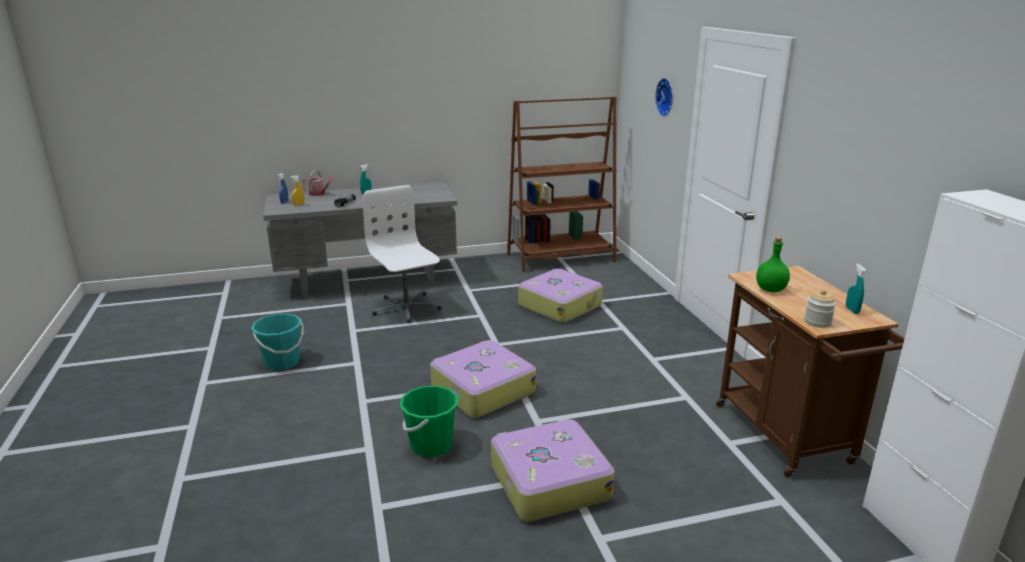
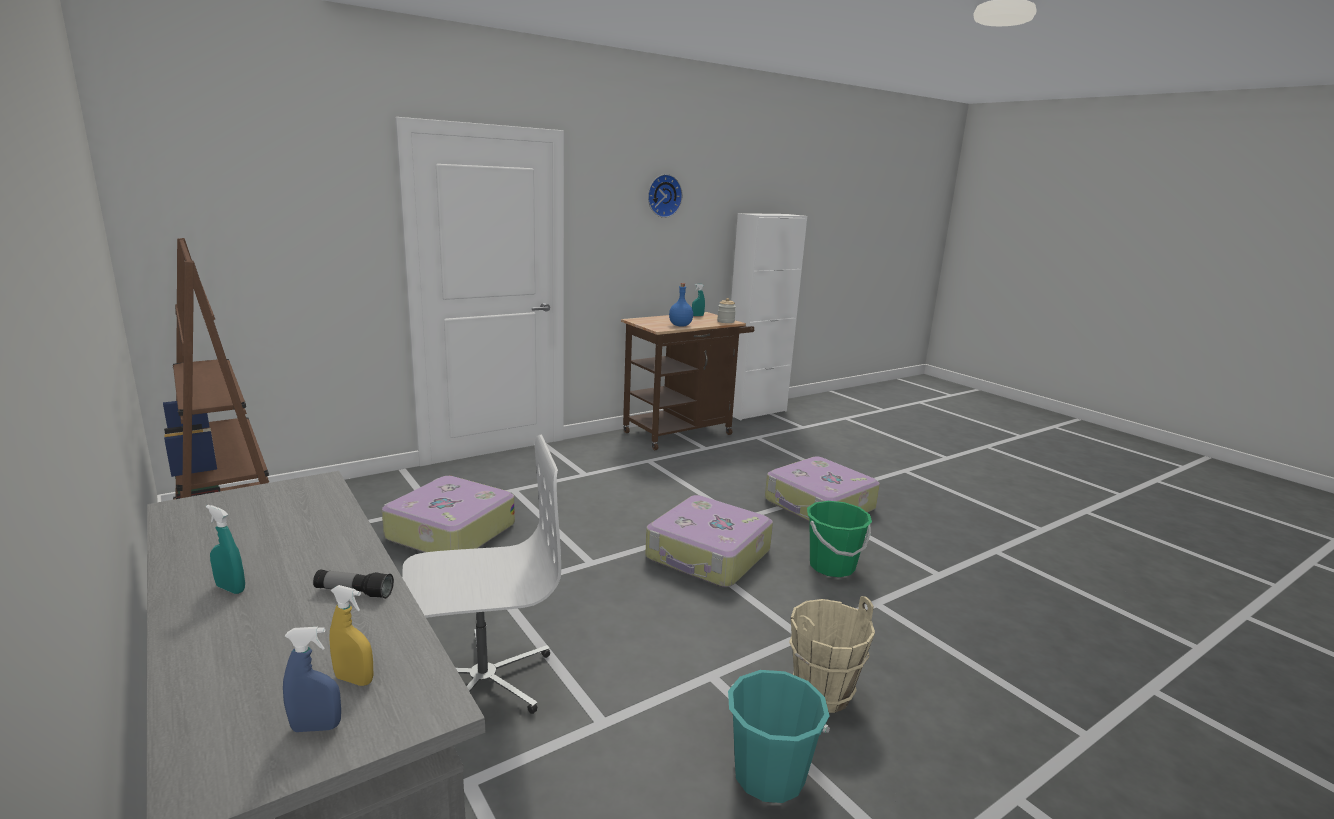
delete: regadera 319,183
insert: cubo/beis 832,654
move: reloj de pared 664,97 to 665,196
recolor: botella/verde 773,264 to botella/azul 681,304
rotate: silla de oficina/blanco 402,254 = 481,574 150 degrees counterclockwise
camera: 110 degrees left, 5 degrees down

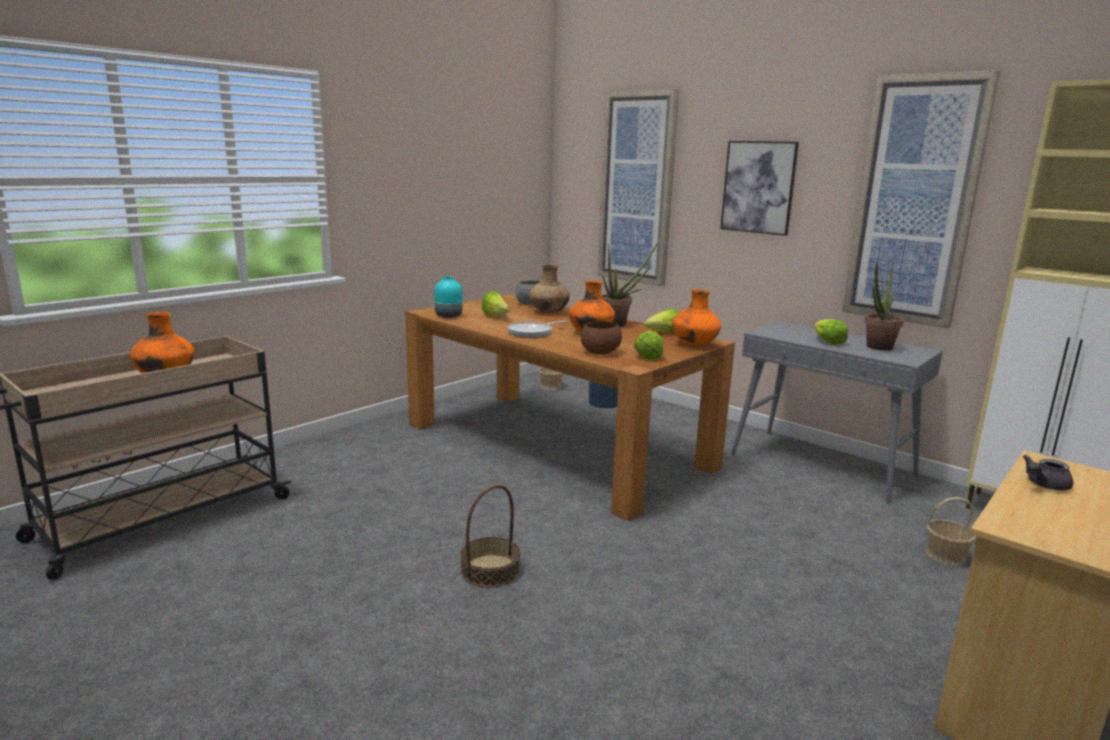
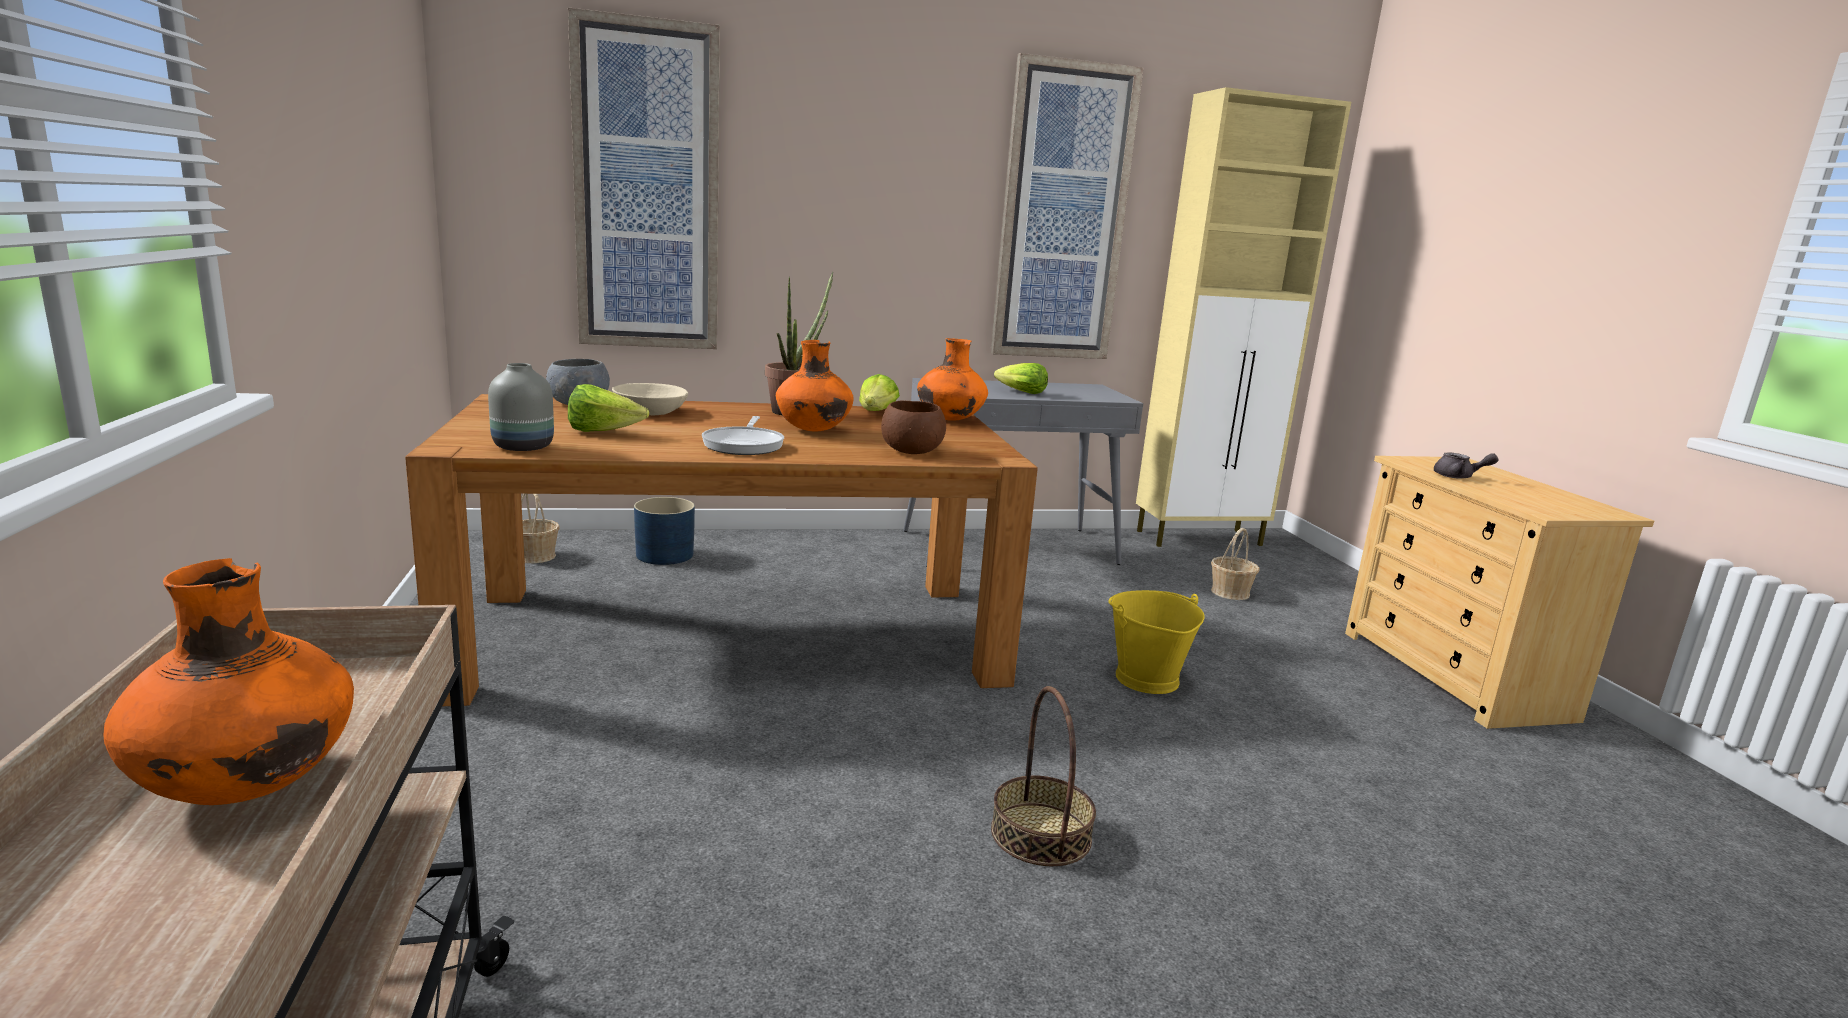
delete: lechuga 648,345; cuadro 759,188; planta en maceta 884,303
insert: cubo/amarillo 1156,642
replace: florero/marrón 549,289 to cuenco/beis 650,399
recolor: florero/turquesa 448,297 to florero/gris 521,407
rotate: tetera/gris 1048,472 = 1466,465 75 degrees counterclockwise
camera: 55 degrees left, 0 degrees up

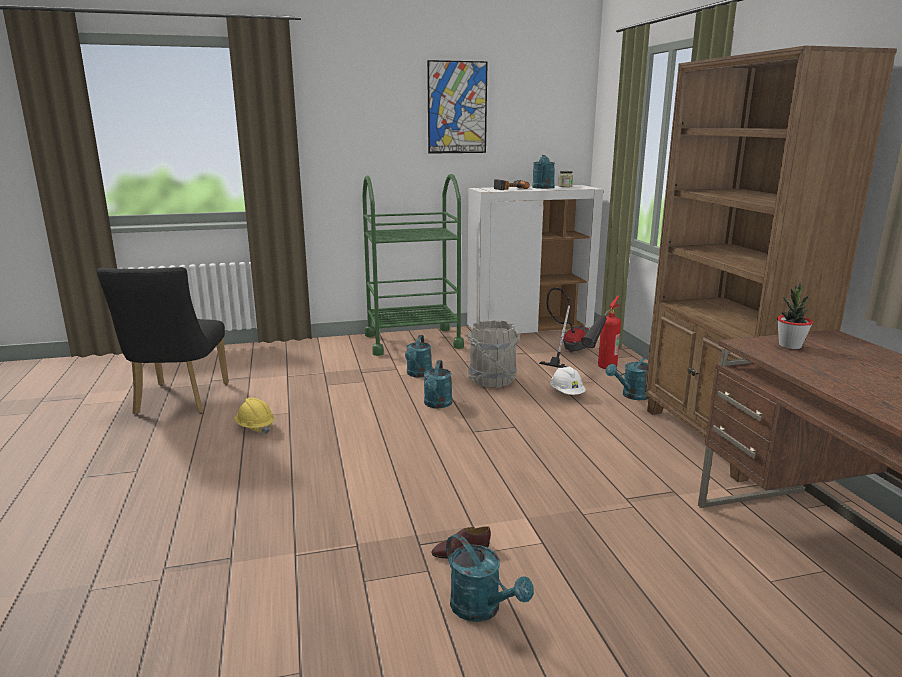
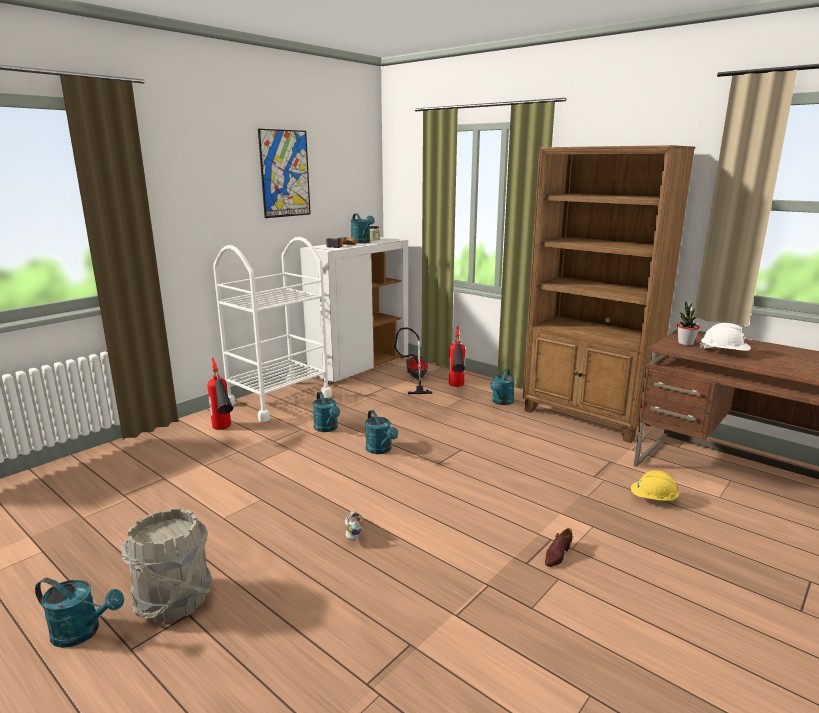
delete: silla/negro 163,341
insert: extintor 220,394; zapato 354,526
move: regadera/turquesa 490,578 to 79,613; cubo/gris 493,354 to 167,565; casco/amarillo 254,416 to 655,485; casco/blanco 568,381 to 725,337
recolor: carrito/verde 413,265 to carrito/blanco 272,329
camera: 35 degrees left, 0 degrees up

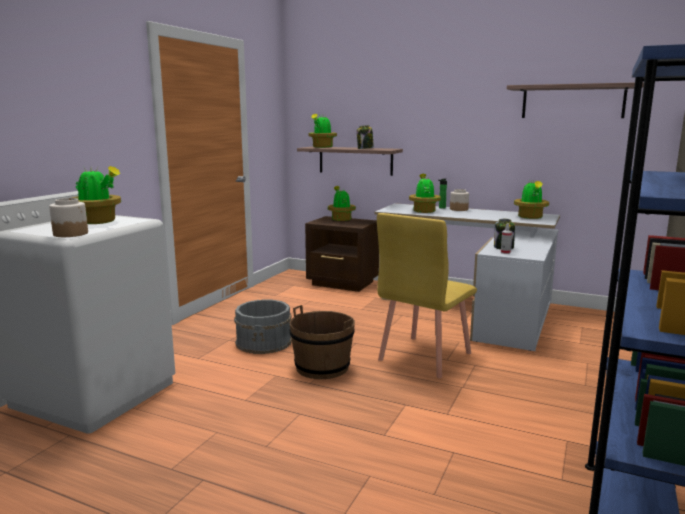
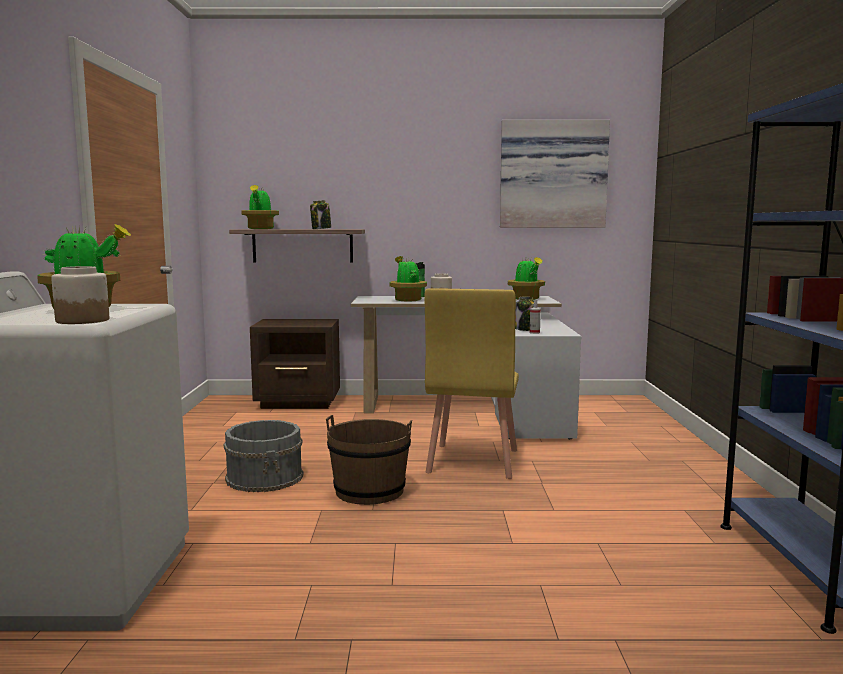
delete: planta en maceta 342,203
replace: estante 575,100 to cuadro 555,174
camera: 25 degrees left, 5 degrees down

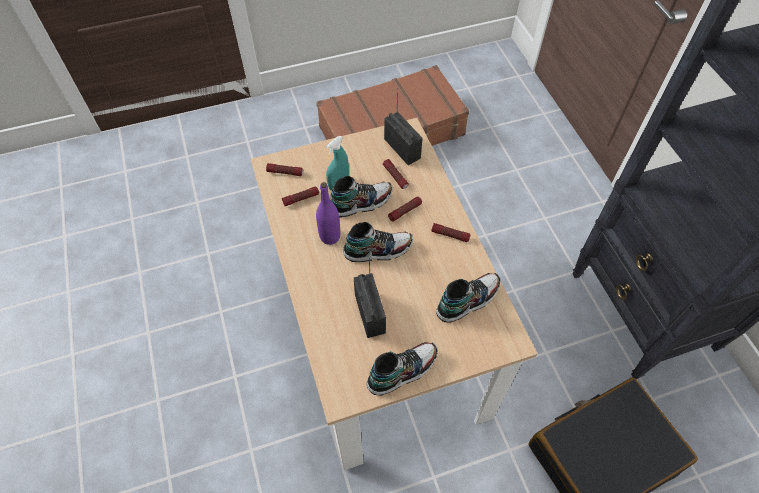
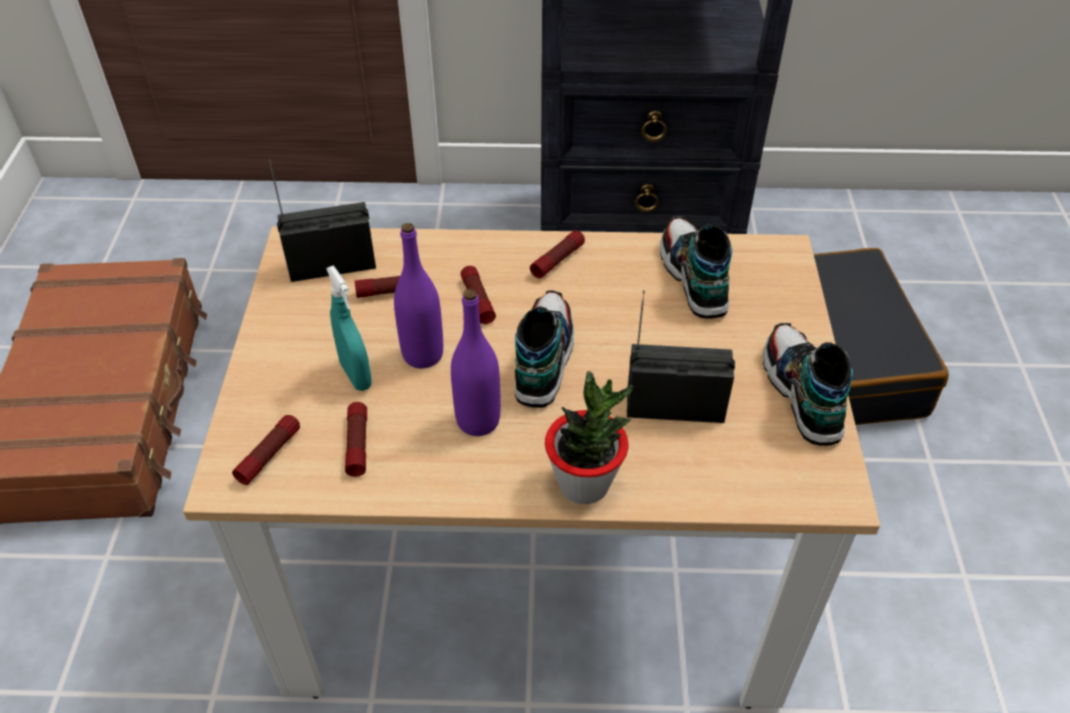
insert: planta en maceta 589,437
replace: zapato 361,196 to botella/morado 418,295
camera: 70 degrees left, 10 degrees down

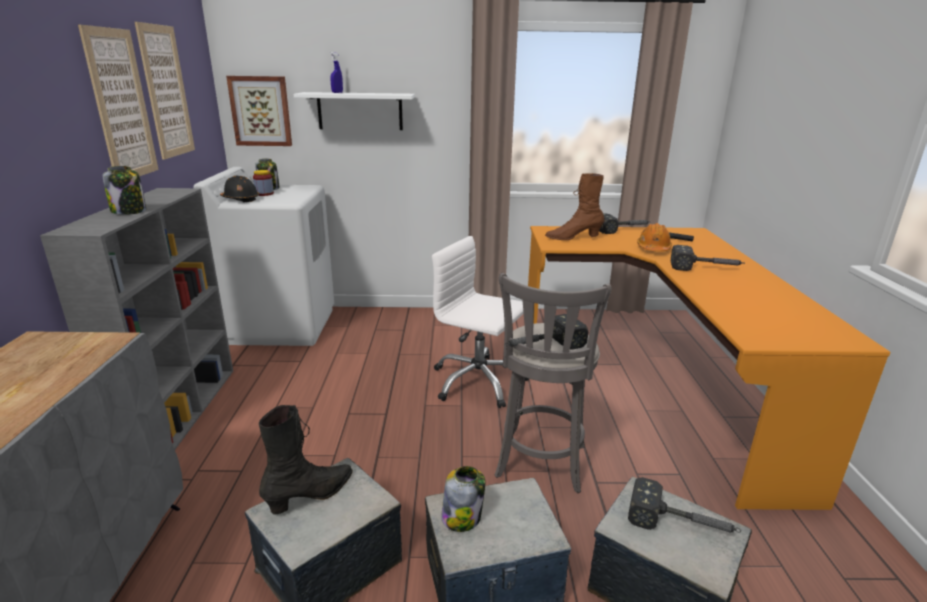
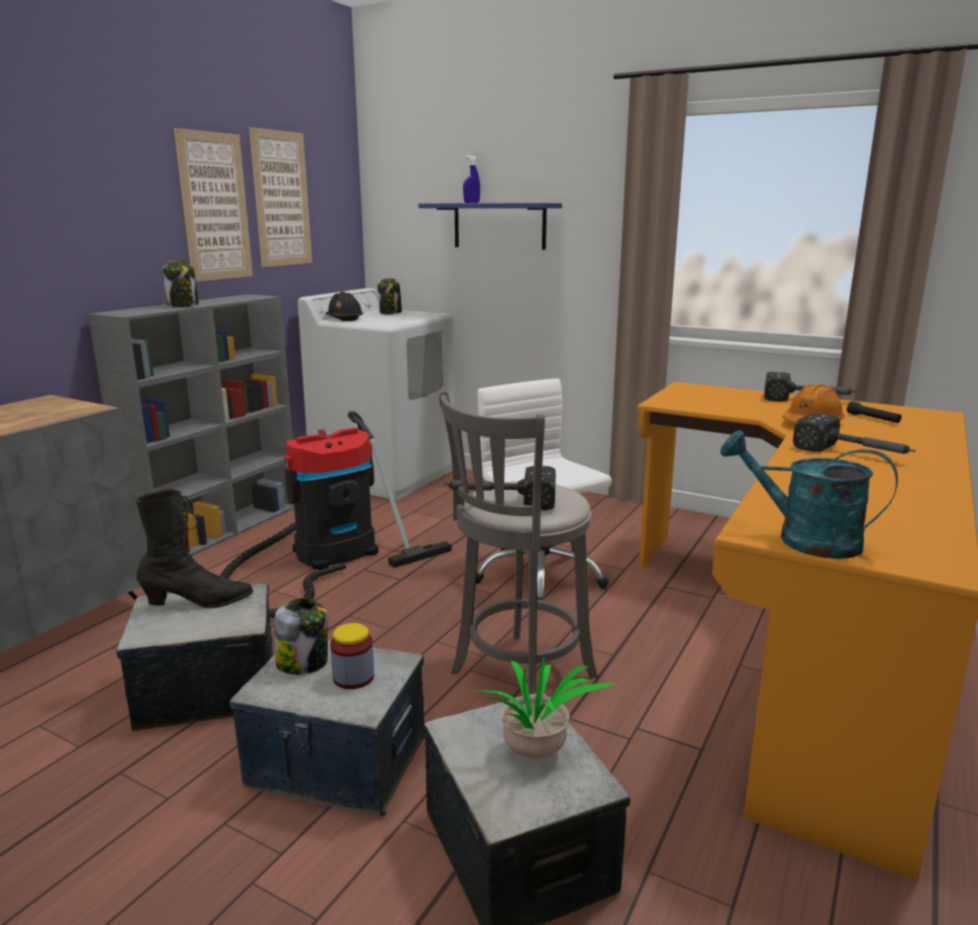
delete: cuadro 259,111; bota/marrón 574,206
insert: aspiradora 336,514; regadera/turquesa 809,494
move: tarro 263,183 to 352,656
replace: martillo 684,505 to planta en maceta 544,707
recolor: estante/blanco 354,111 to estante/azul 490,226
camera: 30 degrees right, 5 degrees down

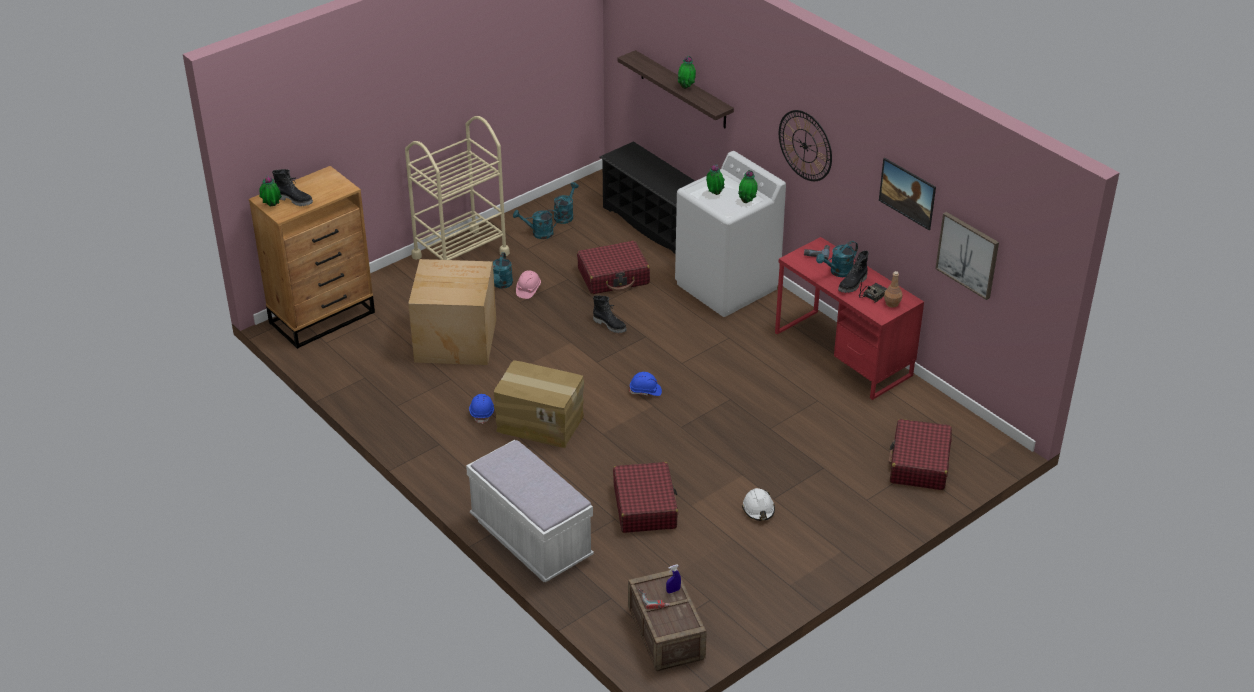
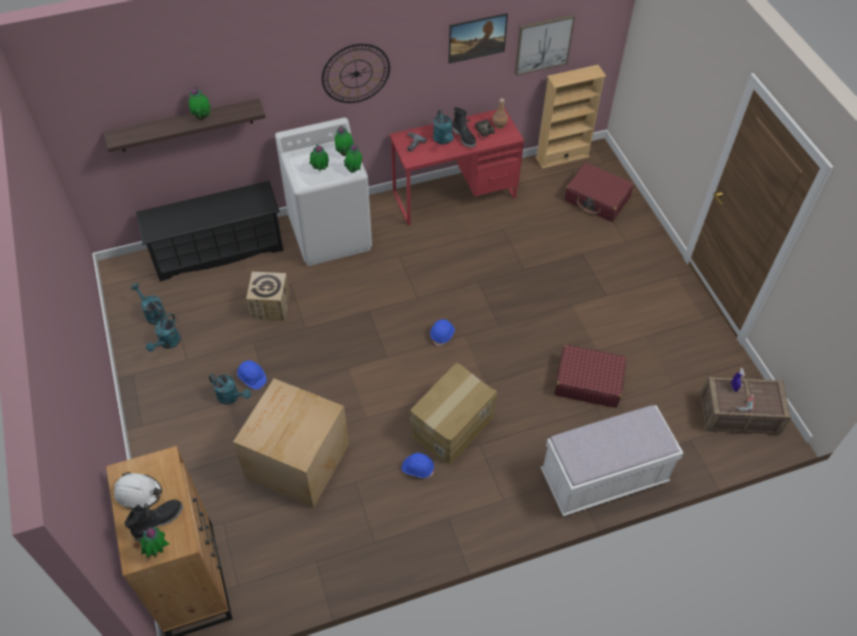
delete: carrito/beis 457,188; bota/negro 610,314
insert: planta en maceta 353,158; estantería/beis 571,117
move: casco/blanco 758,504 to 138,491
replace: maleta/rojo 613,267 to caja de cartón 267,296
recolor: casco/rosa 528,284 to casco/azul 252,375
camera: 70 degrees left, 15 degrees up

